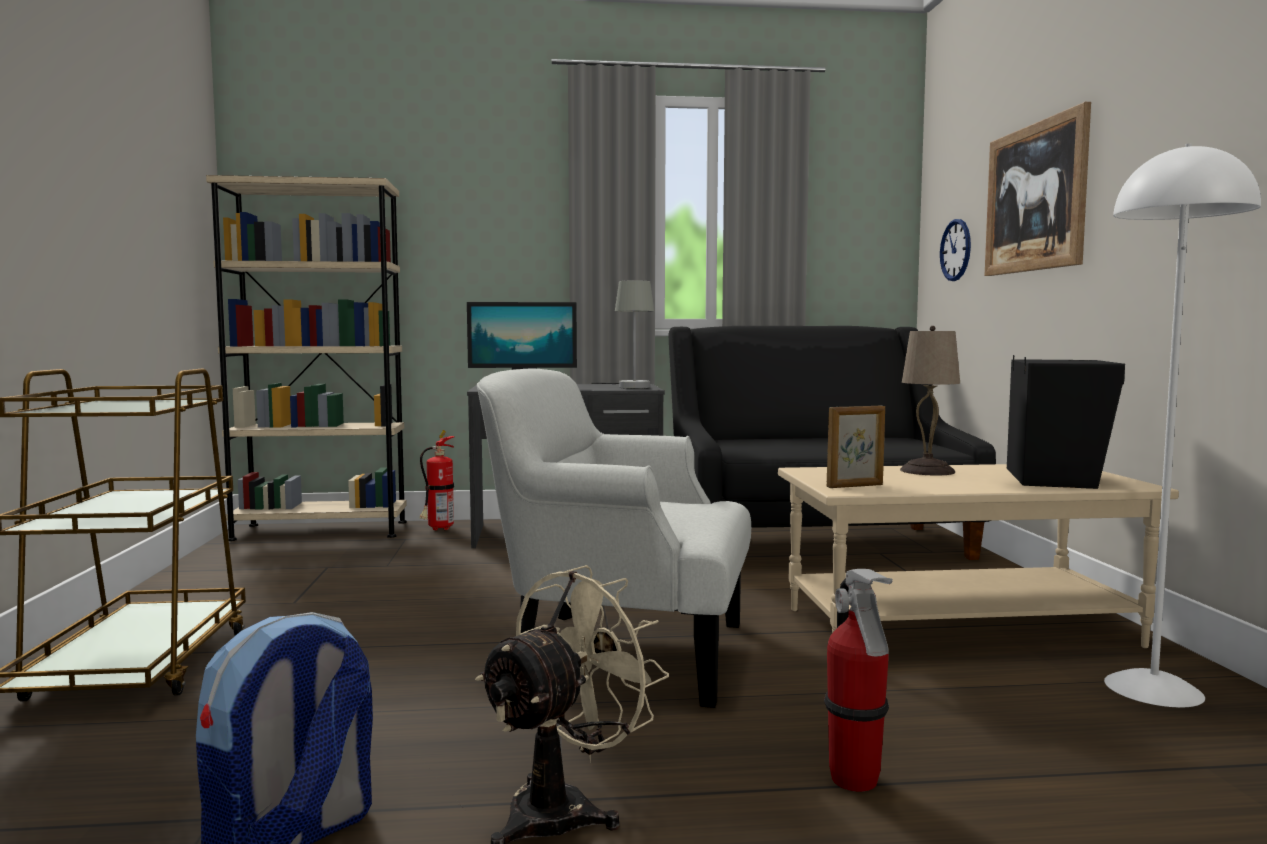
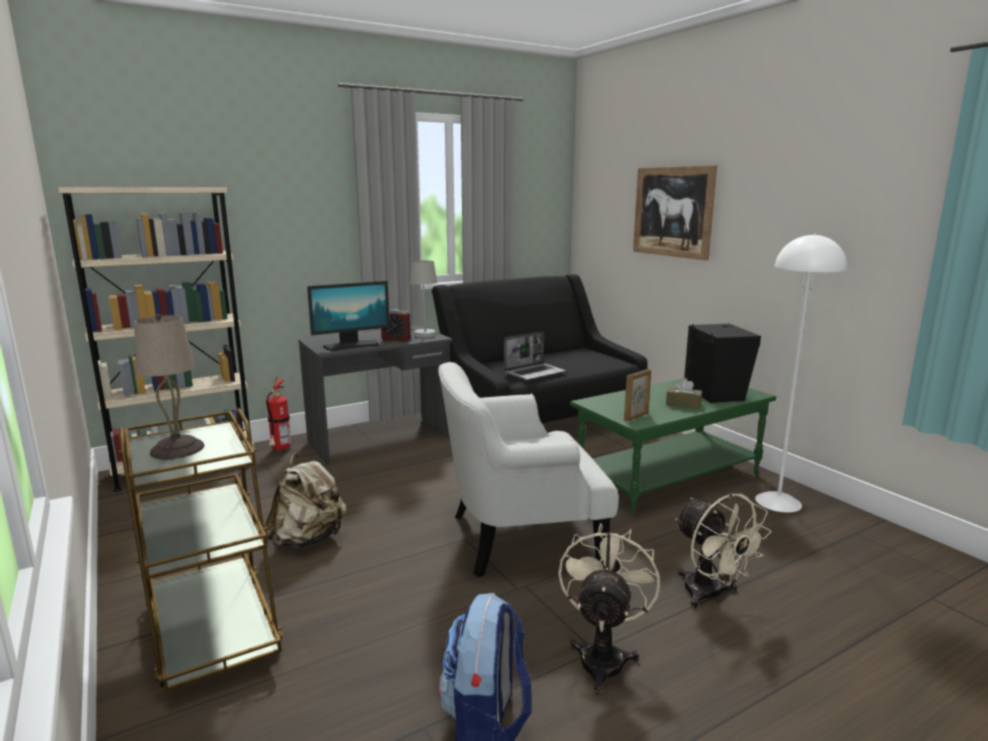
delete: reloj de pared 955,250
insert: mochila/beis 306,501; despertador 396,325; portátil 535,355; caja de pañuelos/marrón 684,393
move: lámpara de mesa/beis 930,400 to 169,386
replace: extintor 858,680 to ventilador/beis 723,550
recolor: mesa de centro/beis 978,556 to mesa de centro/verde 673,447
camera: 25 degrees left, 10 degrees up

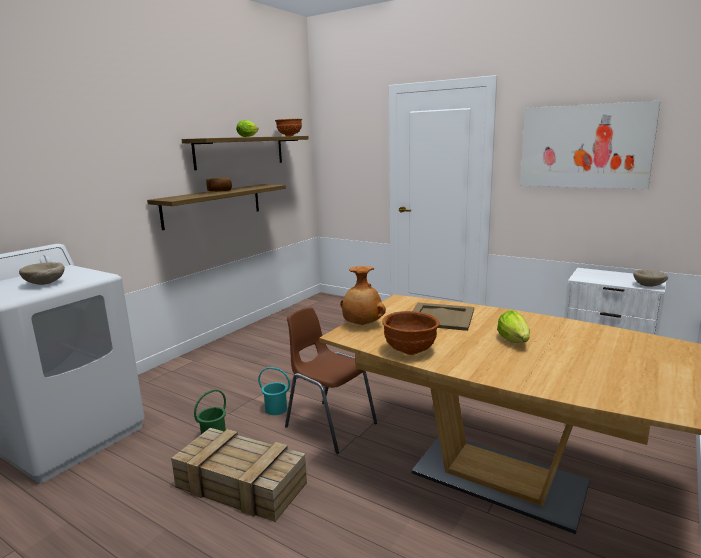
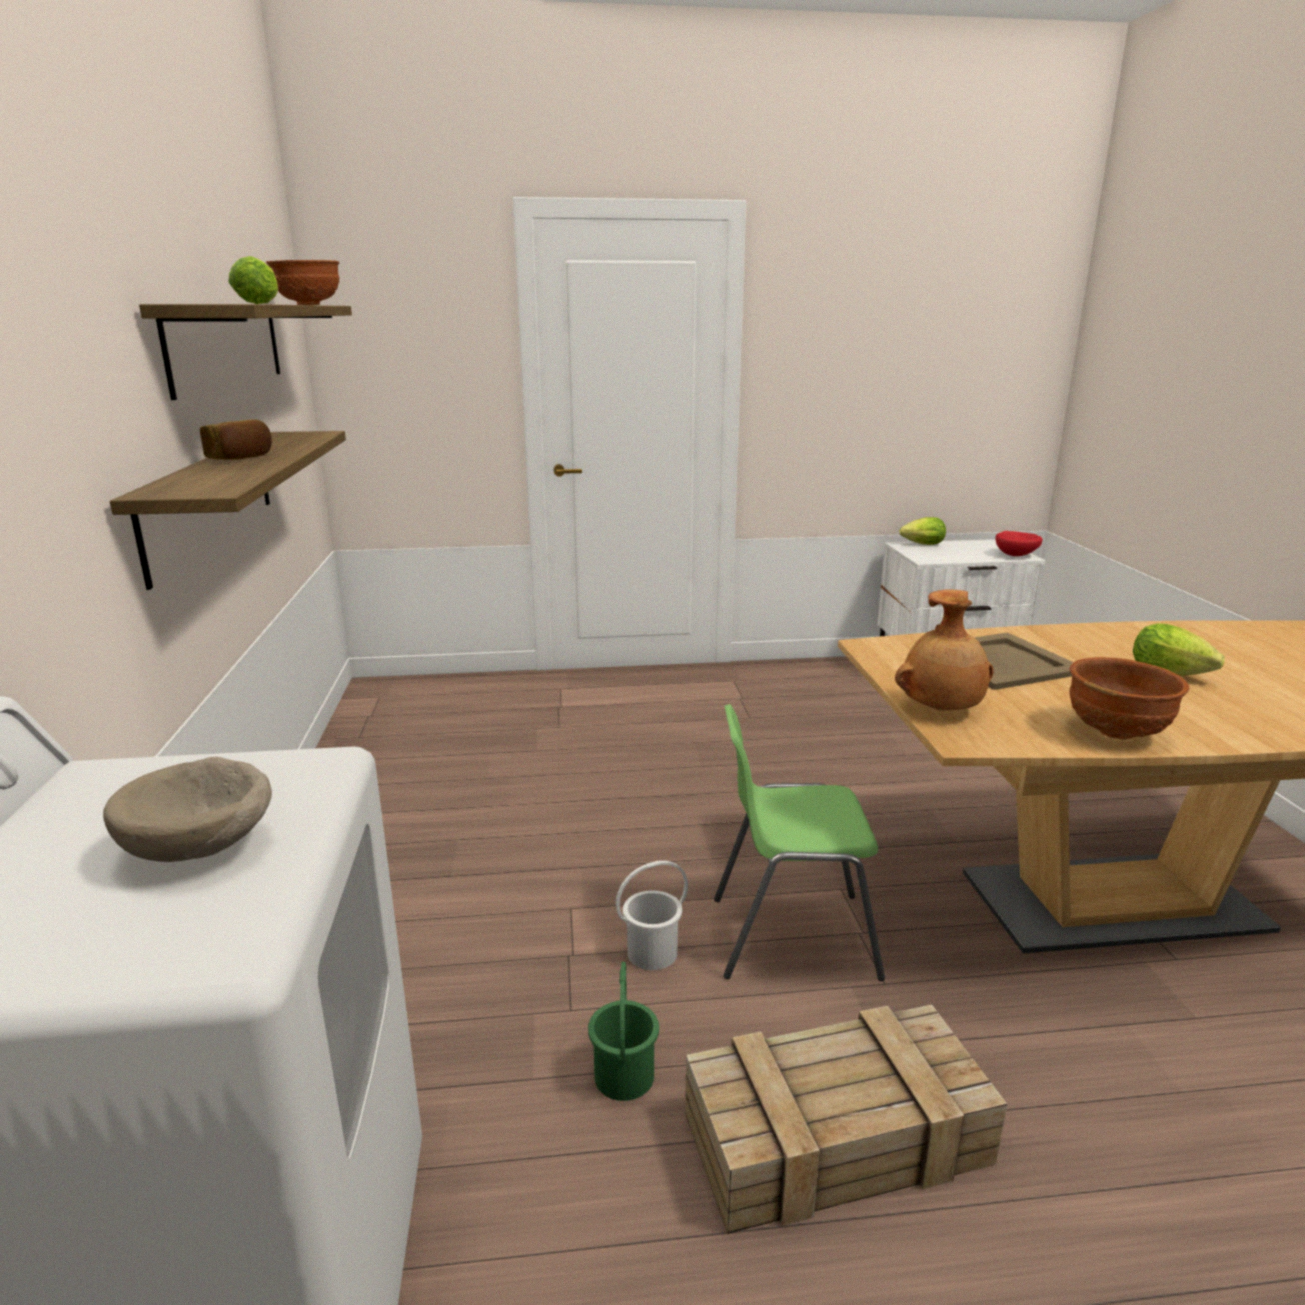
delete: cuadro 590,145
insert: lechuga 922,531
recolor: cubo/turquesa 274,391 to cubo/blanco 652,915; silla/marrón 331,380 to silla/verde 799,842; cuenco/beis 650,278 to cuenco/rojo 1019,543
camera: 40 degrees left, 5 degrees up

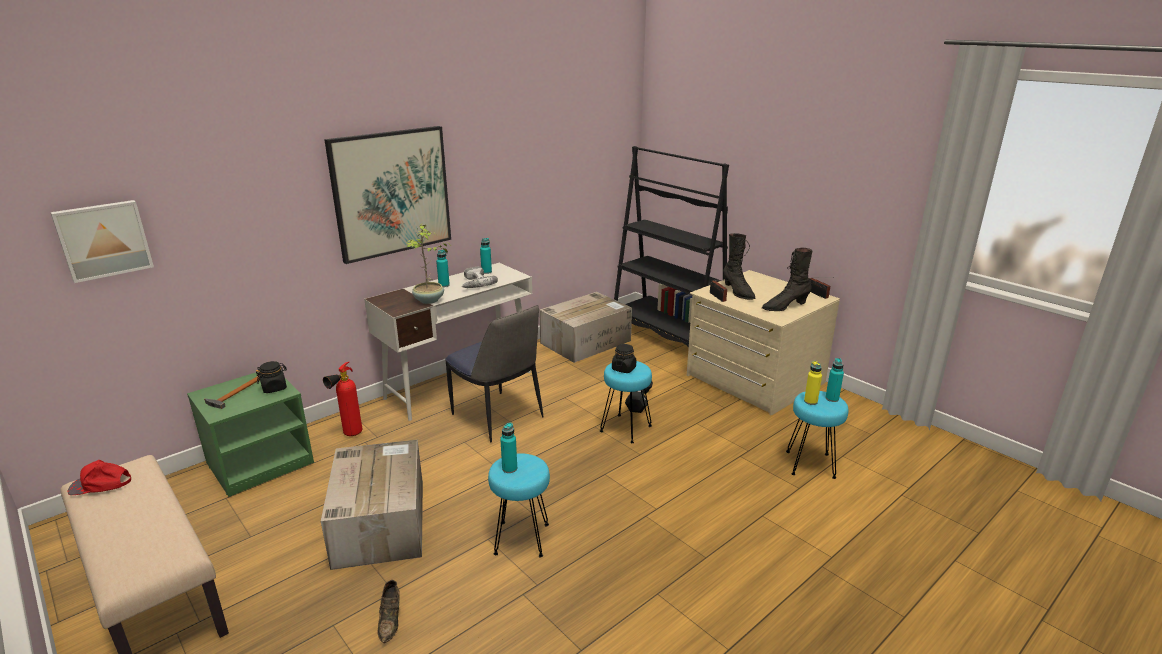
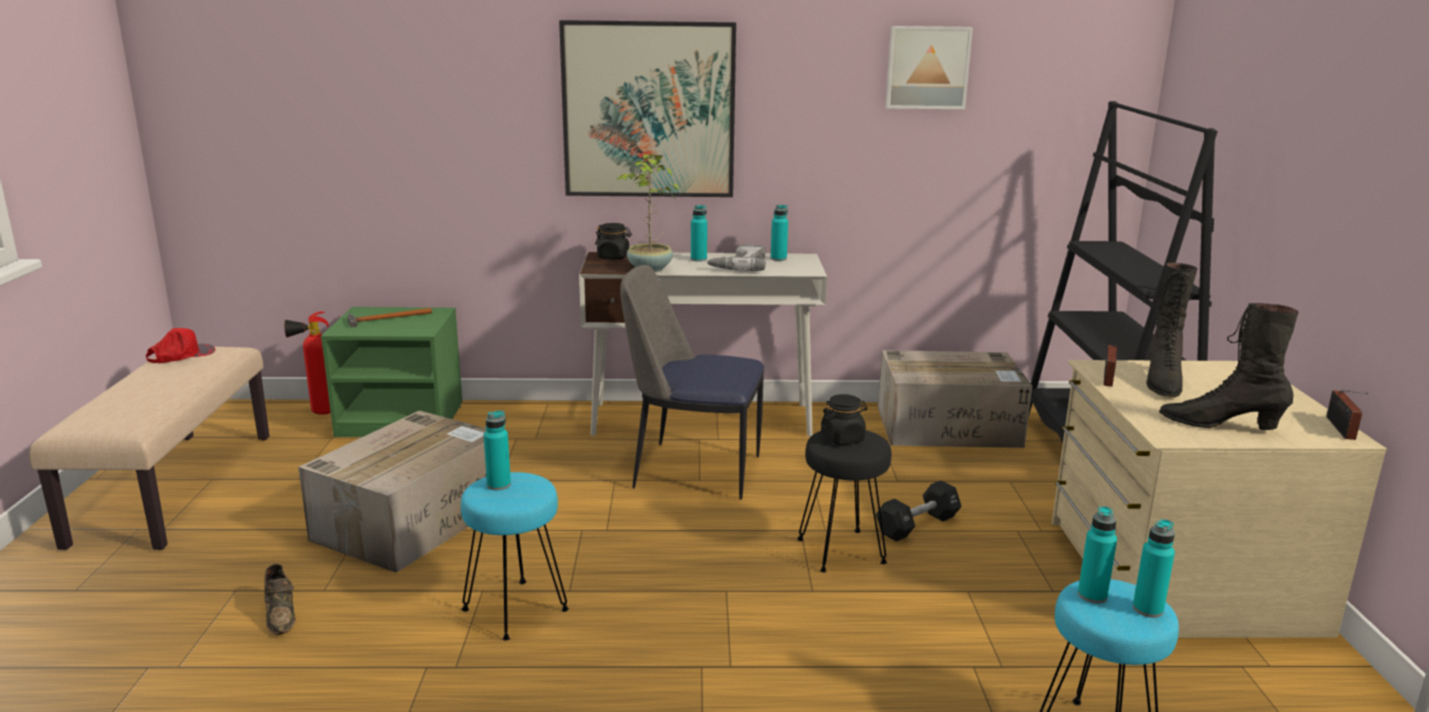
move: extintor 342,399 to 307,363; tarro/negro 271,377 to 613,241; cuadro 102,241 to 929,67
recolor: taburete/turquesa 626,402 to taburete/negro 844,501; botella/amarillo 813,383 to botella/turquesa 1097,554
rotate: gorra/rojo 99,477 = 180,345 105 degrees clockwise; zapato/marrón 388,611 = 280,599 60 degrees counterclockwise; silla 494,374 = 692,382 105 degrees clockwise
camera: 40 degrees right, 5 degrees down

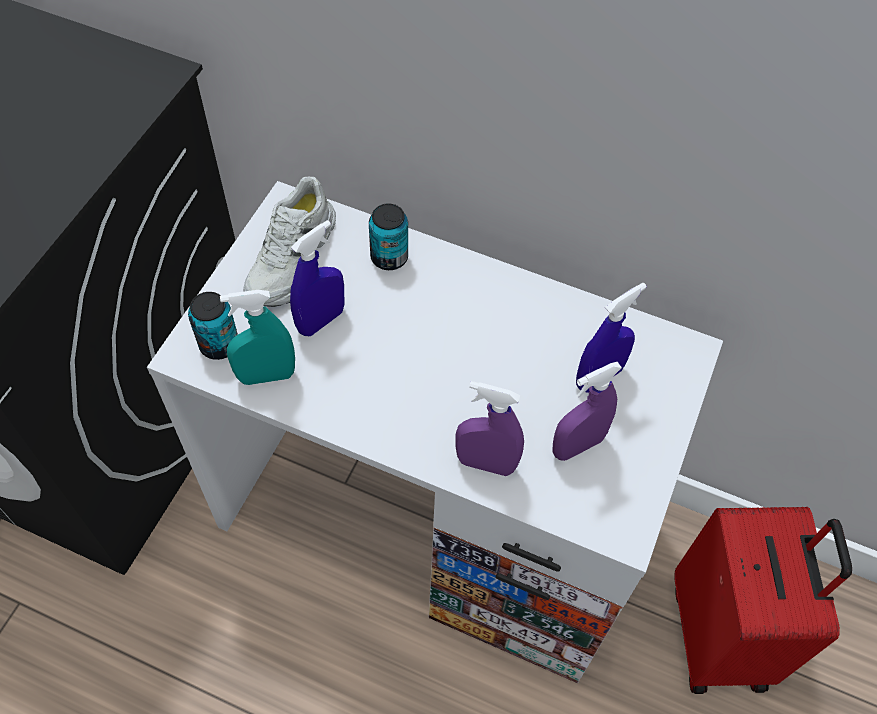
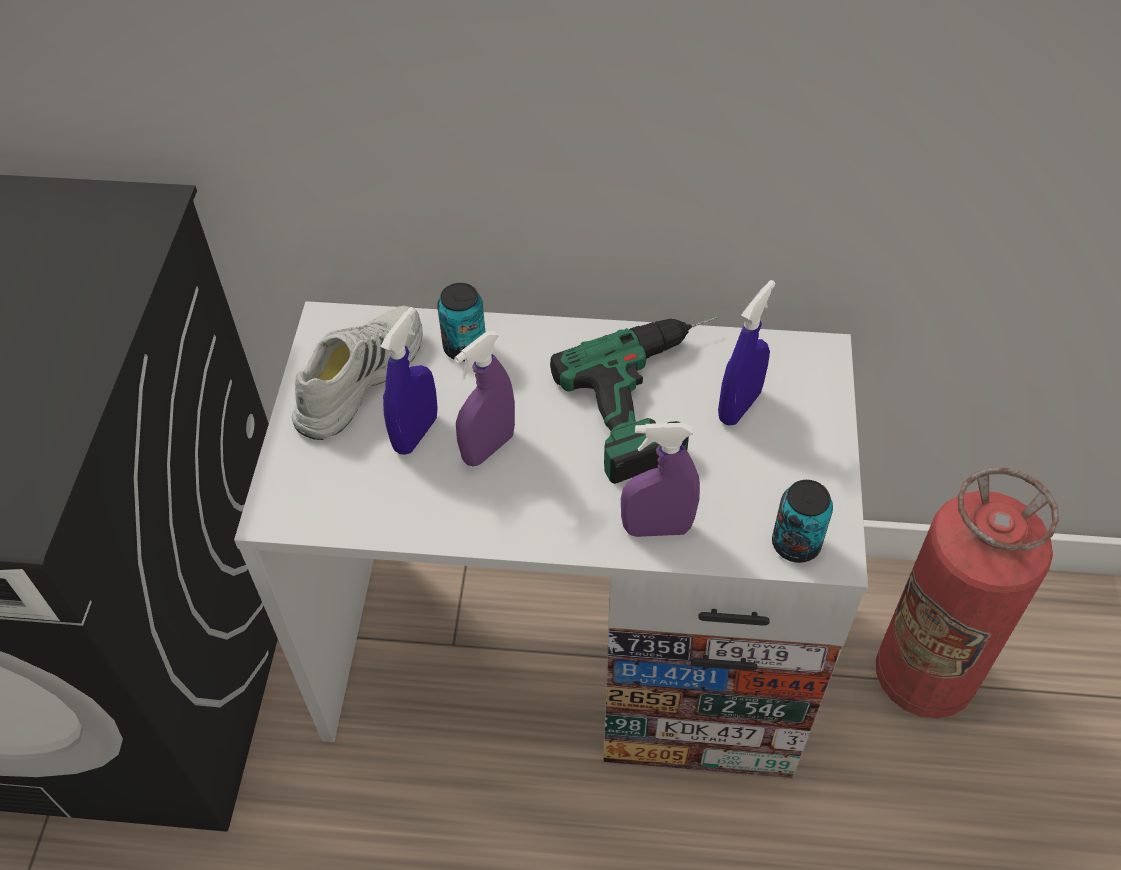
delete: pulverizador/turquesa 257,337
insert: taladro 634,400
move: pulverizador/morado 587,411 to 484,398; lata 213,326 to 802,521
replace: maleta/rojo 763,600 to extintor 967,593
rotate: zapato/blanco 289,242 = 357,373 150 degrees counterclockwise
camera: 15 degrees left, 5 degrees down

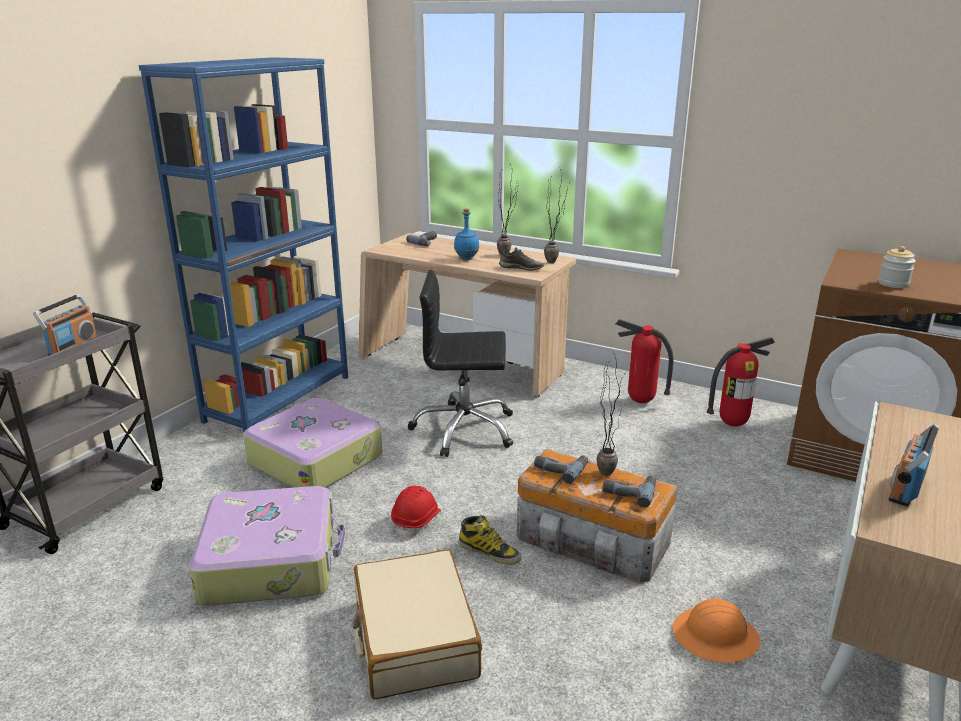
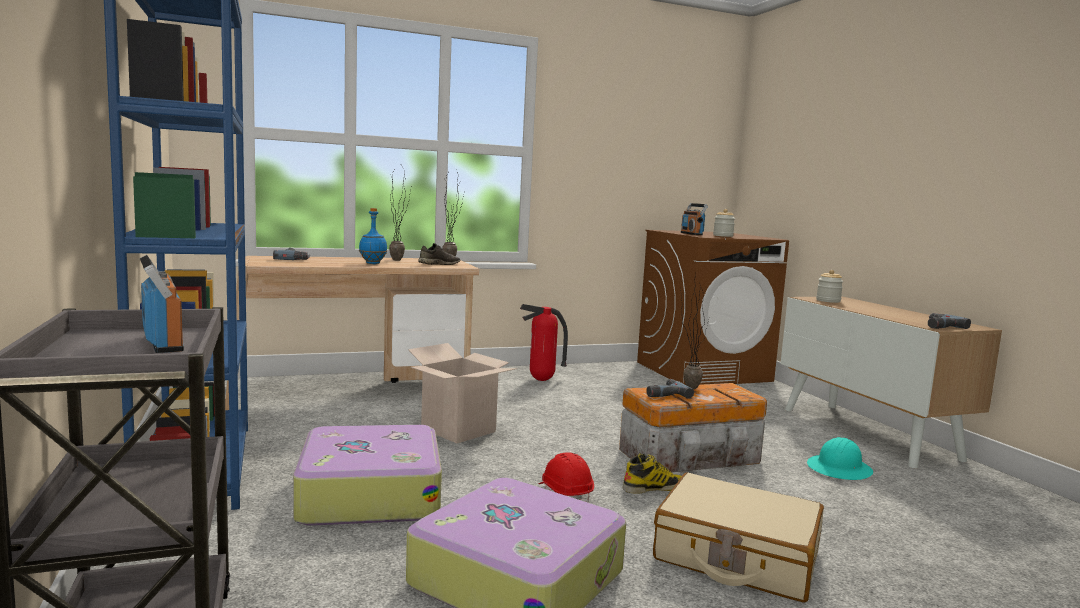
delete: extintor 740,382
insert: tarro 829,286
move: radio 914,464 to 694,219; taladro 629,492 to 949,321
replace: silla de oficina/negro 460,363 to caja de cartón 462,393
recolor: casco/naranja 716,631 to casco/turquesa 840,458
camera: 50 degrees left, 15 degrees down

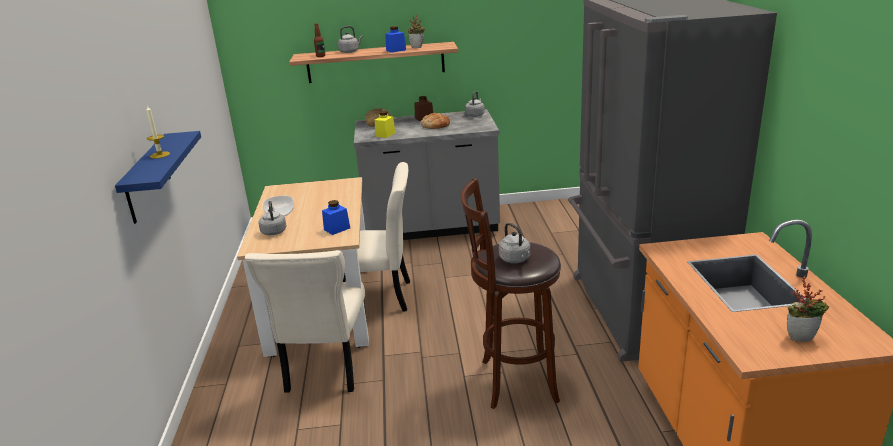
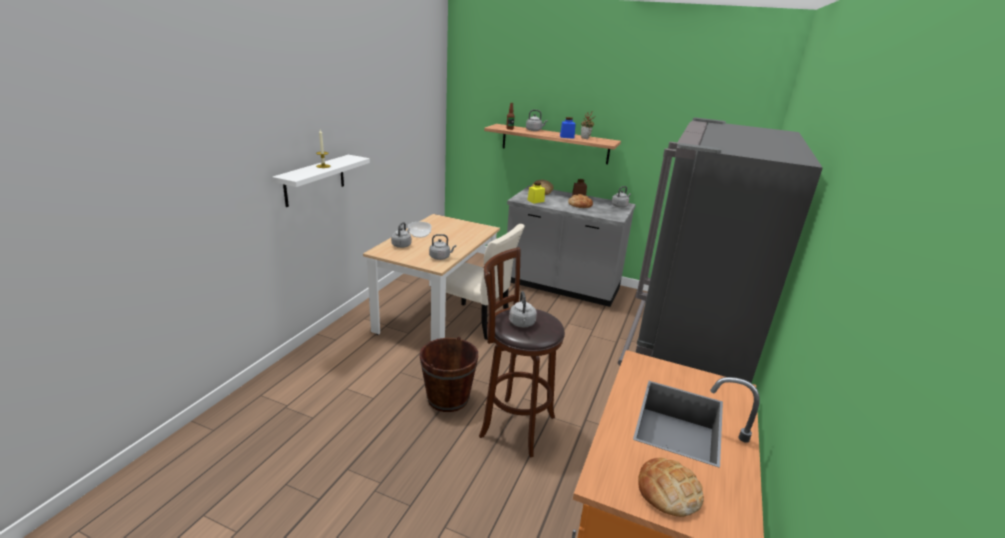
delete: silla/beis 306,321
insert: cubo/marrón 449,374
replace: tarro/azul 336,217 to hervidor/gris 442,247; planta en maceta 808,308 to pan 671,487
recolor: estante/azul 158,177 to estante/blanco 321,181
camera: 25 degrees right, 0 degrees up

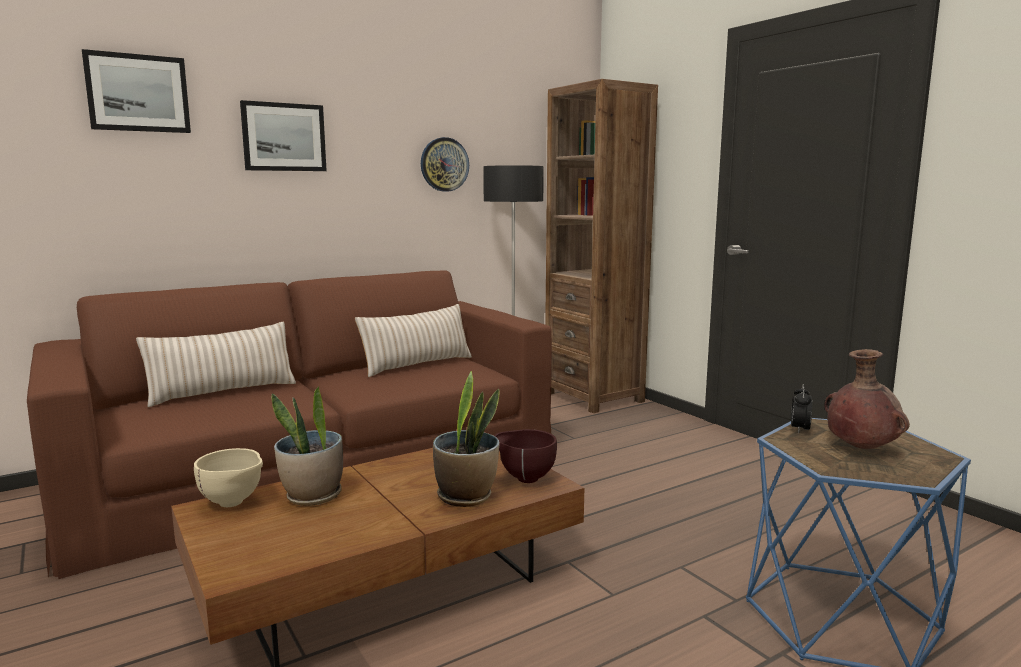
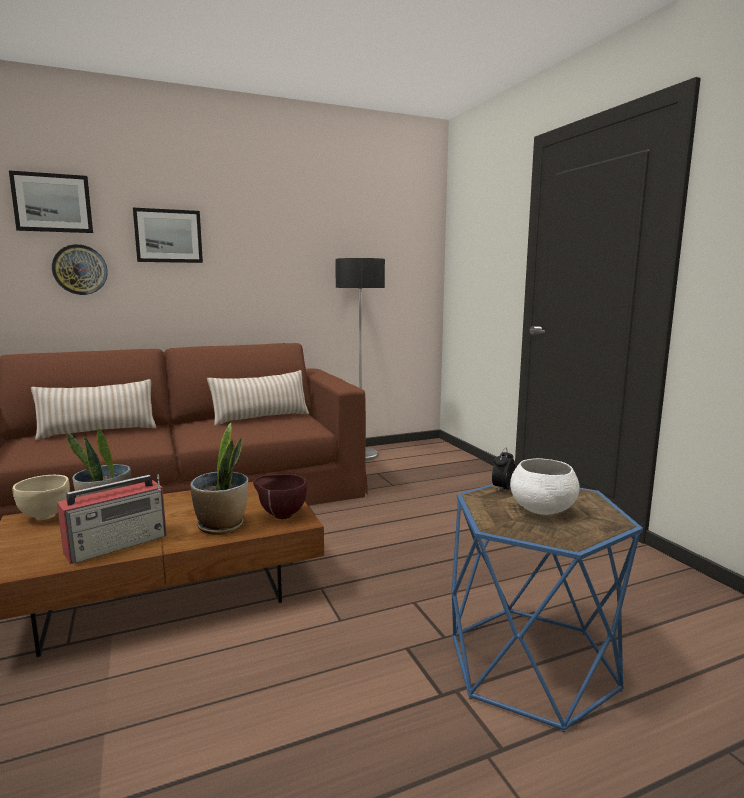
delete: estantería/marrón 601,246
insert: radio 112,519
move: reloj de pared 445,164 to 80,269
replace: florero/marrón 867,399 to cuenco/blanco 545,486
camera: 10 degrees right, 0 degrees up

